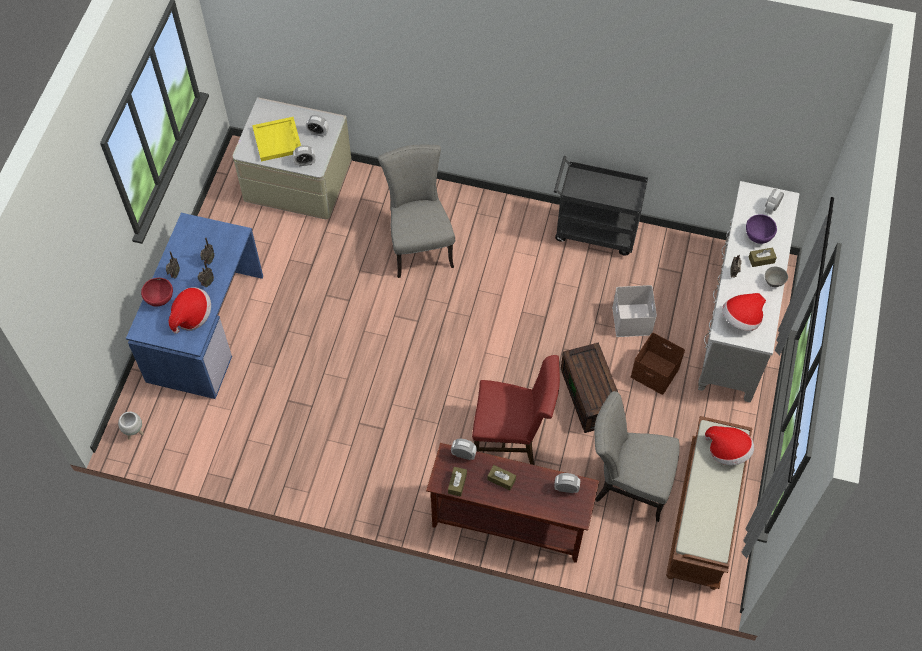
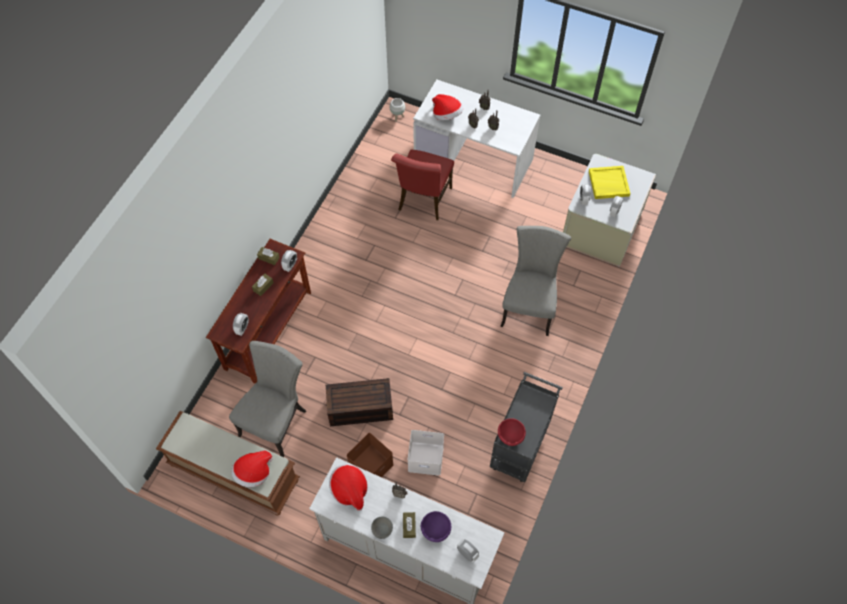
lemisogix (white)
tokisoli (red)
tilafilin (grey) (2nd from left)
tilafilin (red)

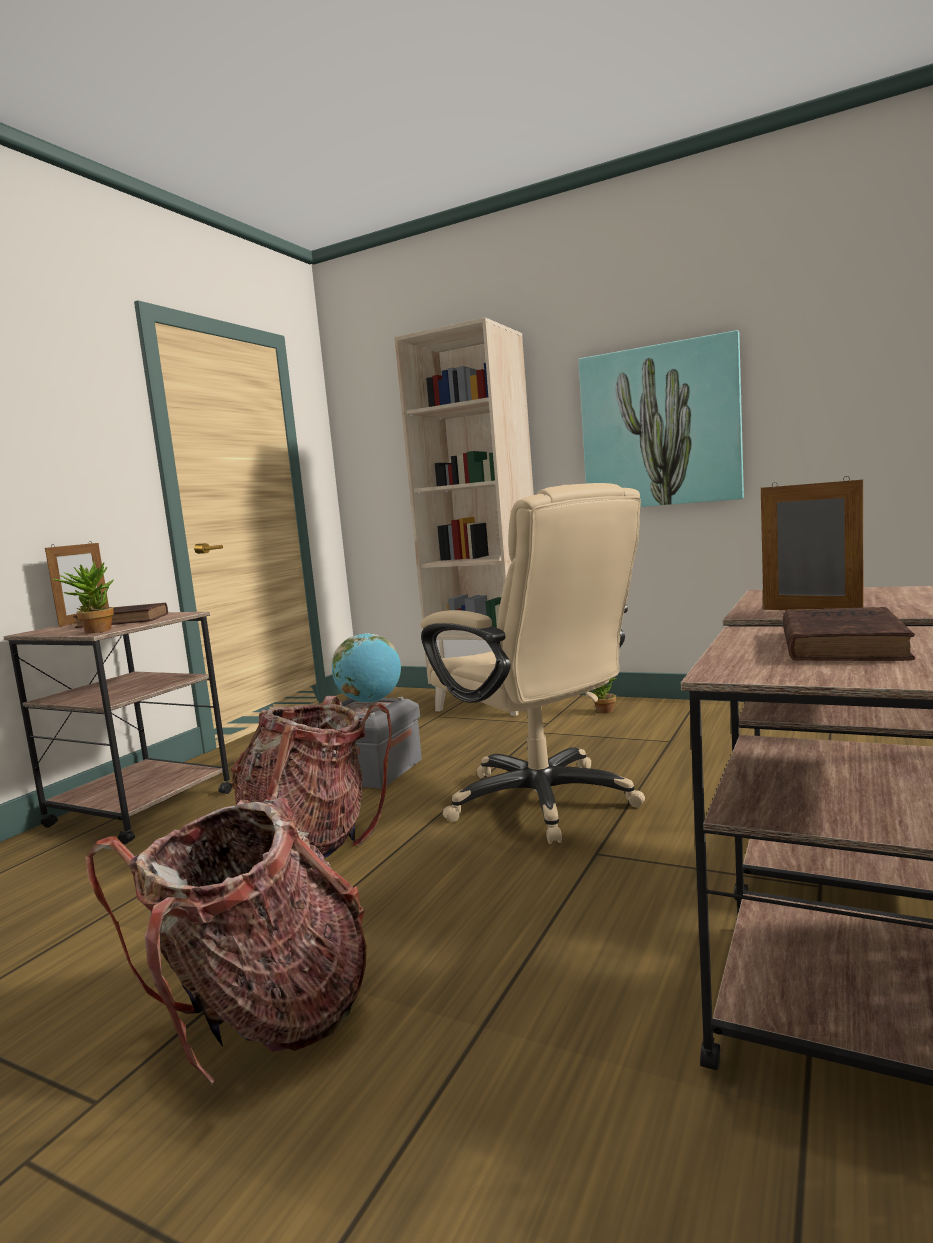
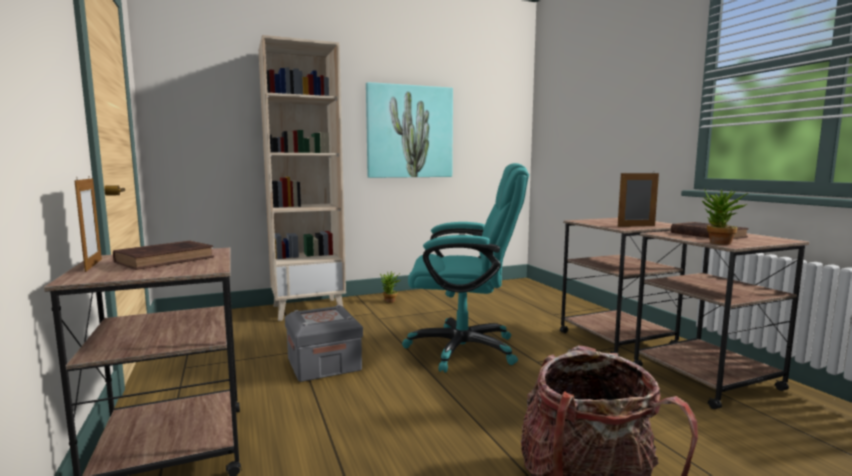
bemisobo (2nd from left)
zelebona (2nd from left in the first image)
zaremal
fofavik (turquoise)

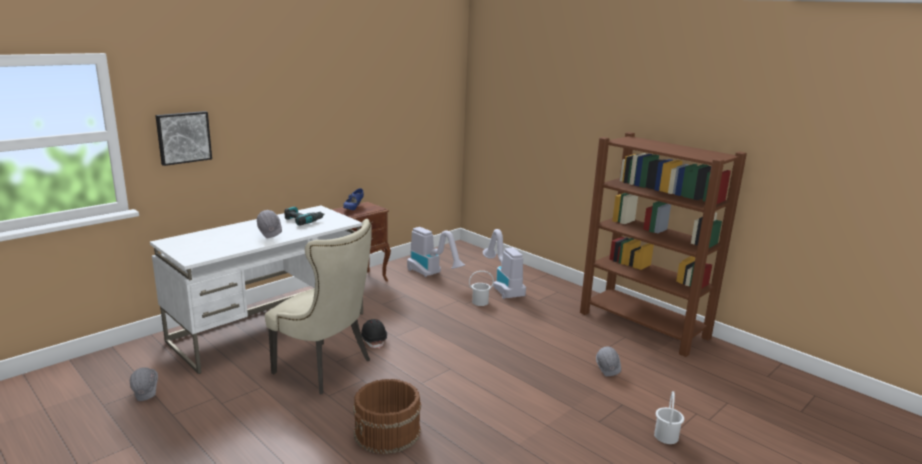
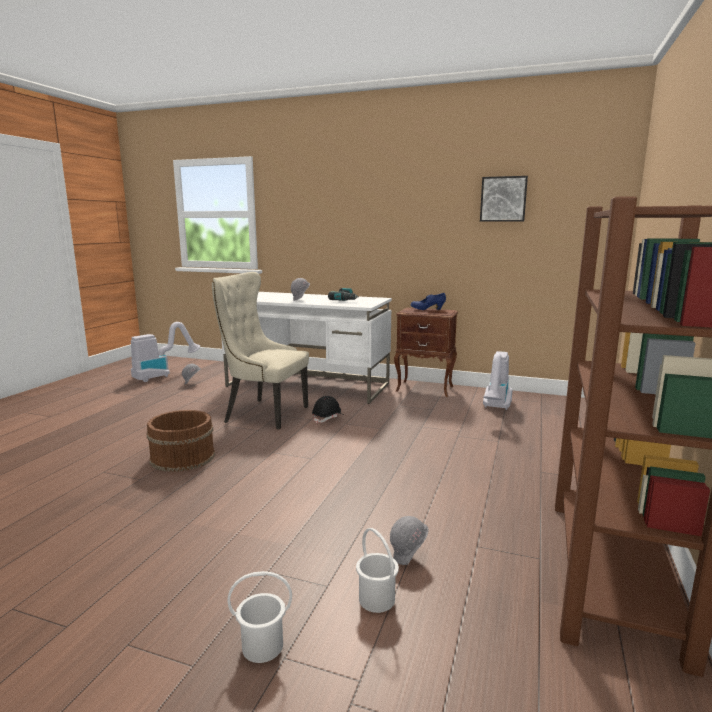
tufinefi
tilafilin (beige)
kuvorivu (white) (2nd from left)
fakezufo (1st from left)

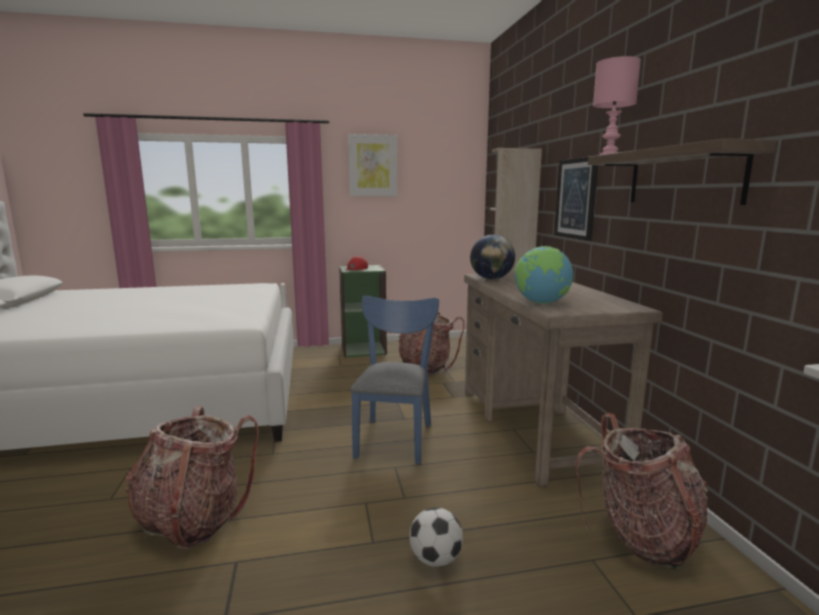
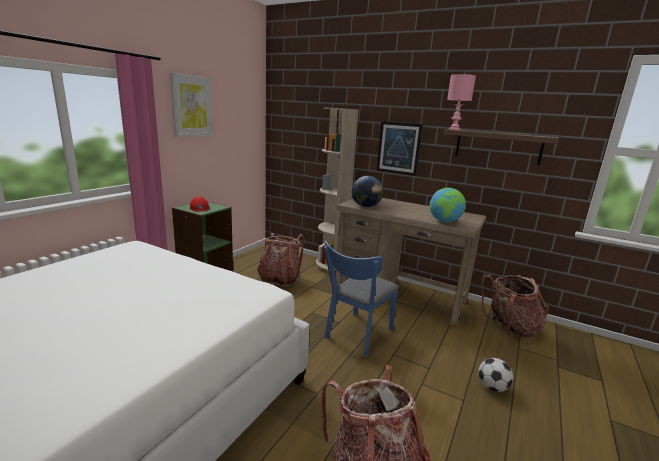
tilafilin (blue)

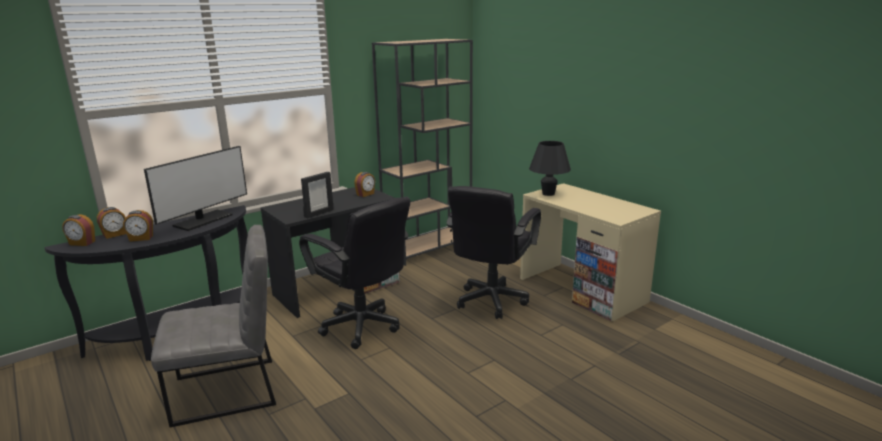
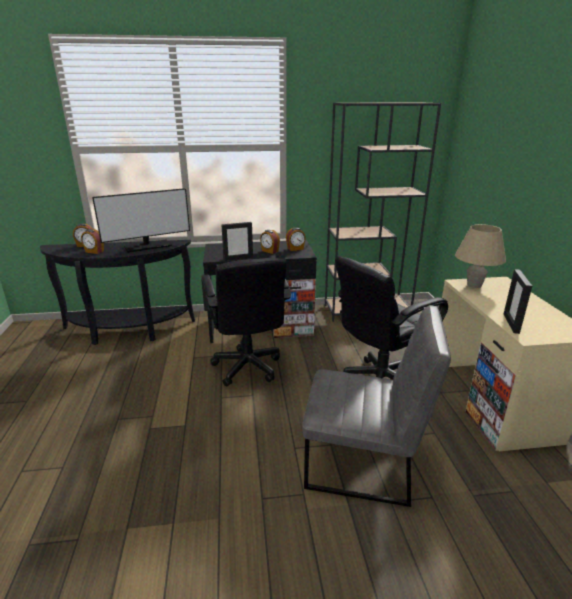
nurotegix (3rd from left)
tilafilin (grey)
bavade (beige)
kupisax (2nd from left)

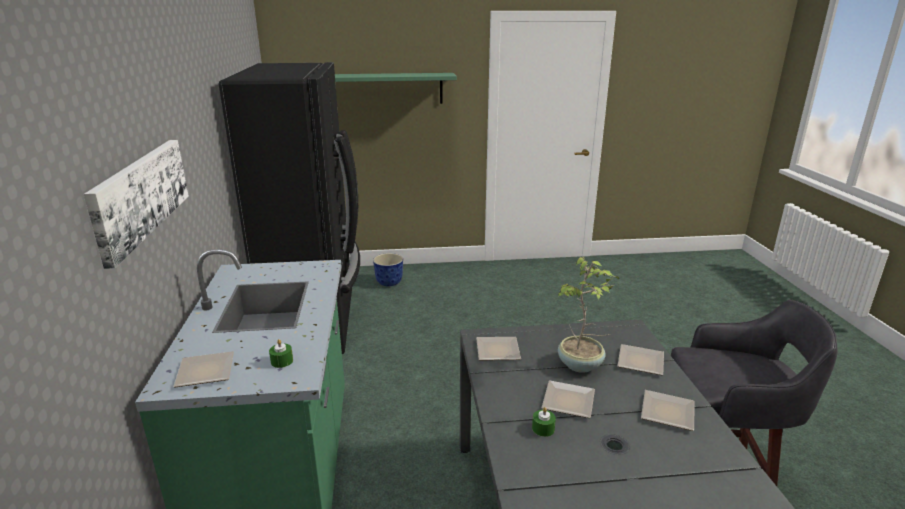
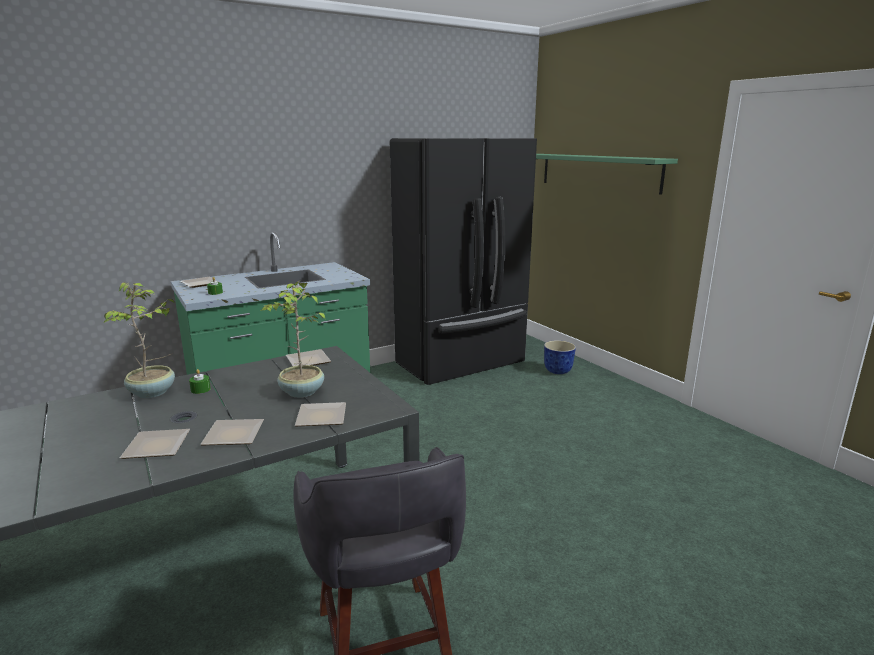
tufinefi
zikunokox (1st from left)
bemisobo (1st from left)

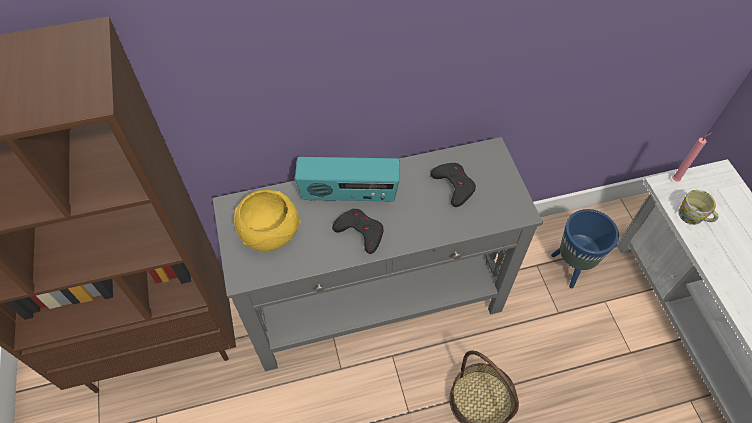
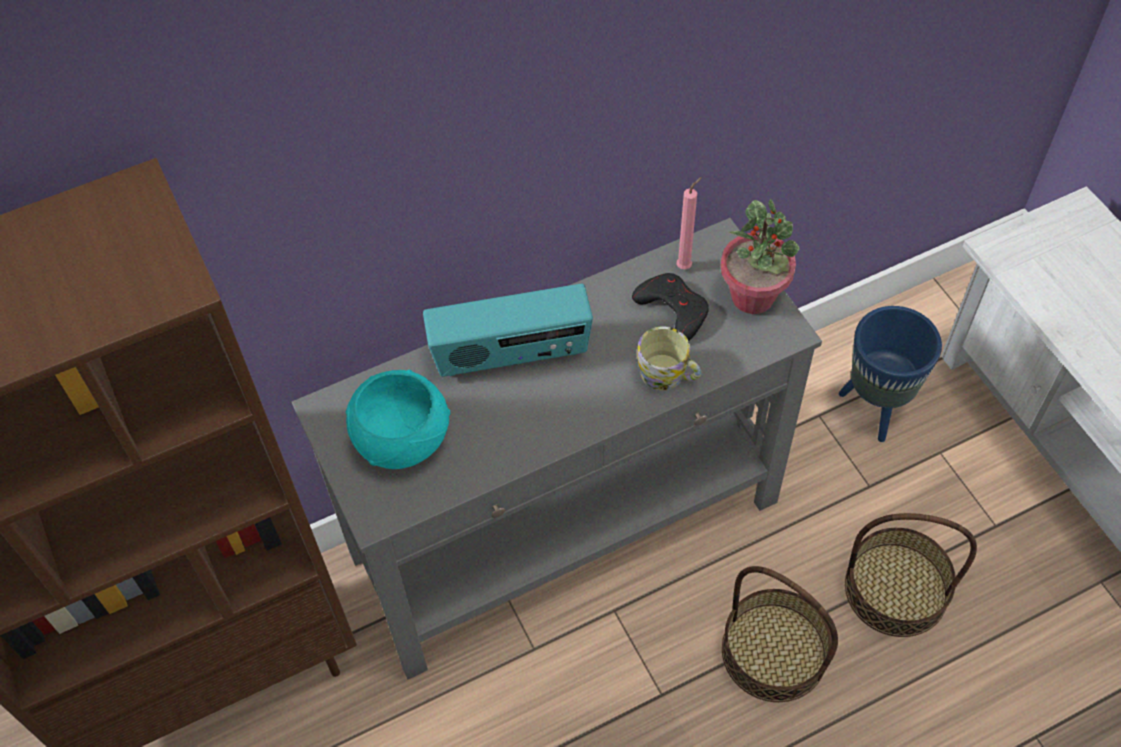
tokisoli (turquoise)
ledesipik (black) (1st from left in the first image)
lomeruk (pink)
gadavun
bemisobo
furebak (2nd from left)

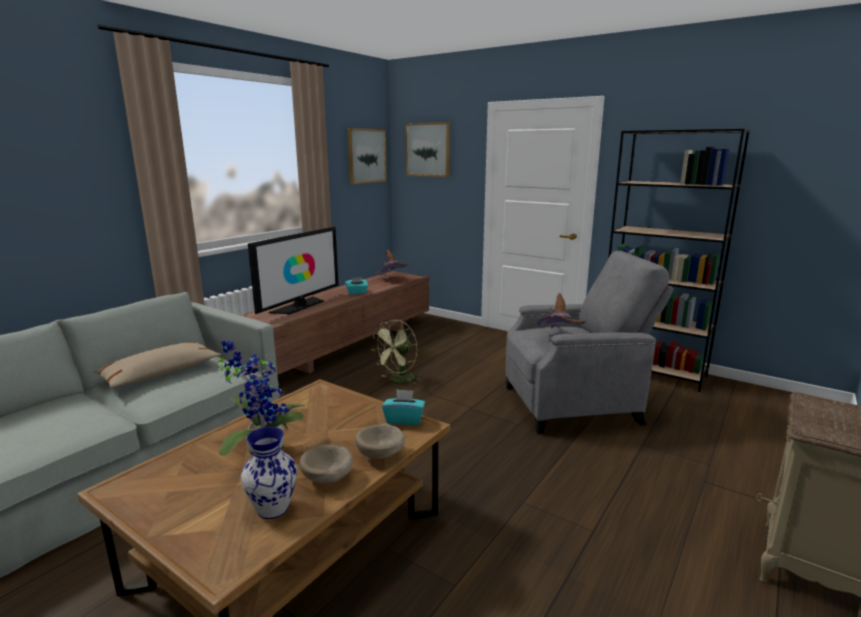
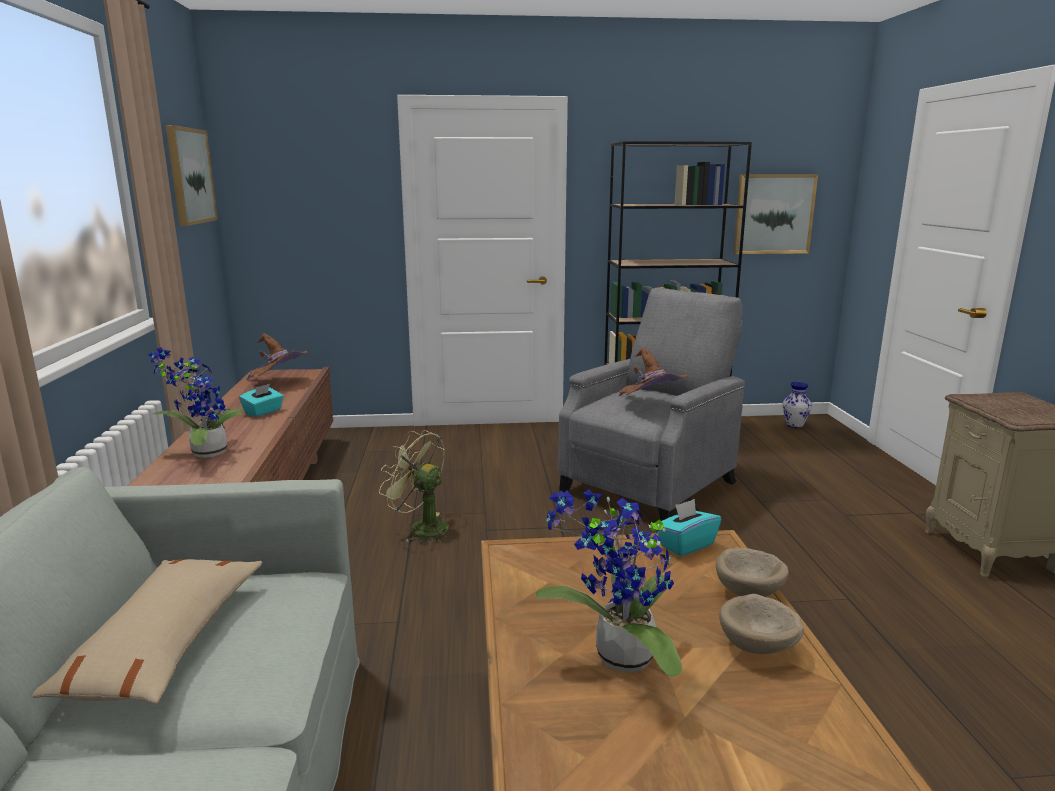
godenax
bemisobo (1st from left)
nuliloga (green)
tufinefi (2nd from left)

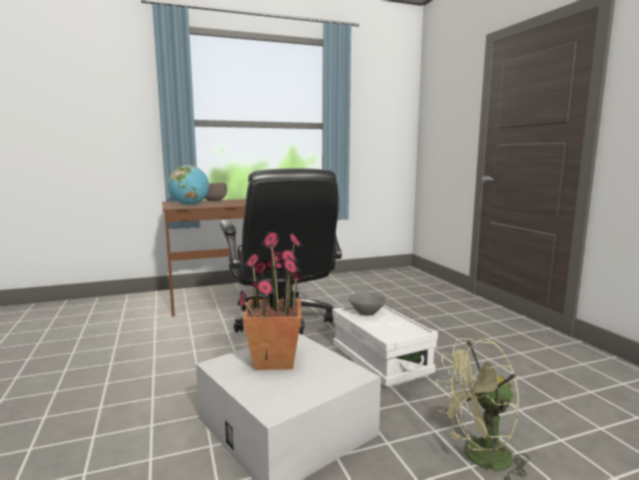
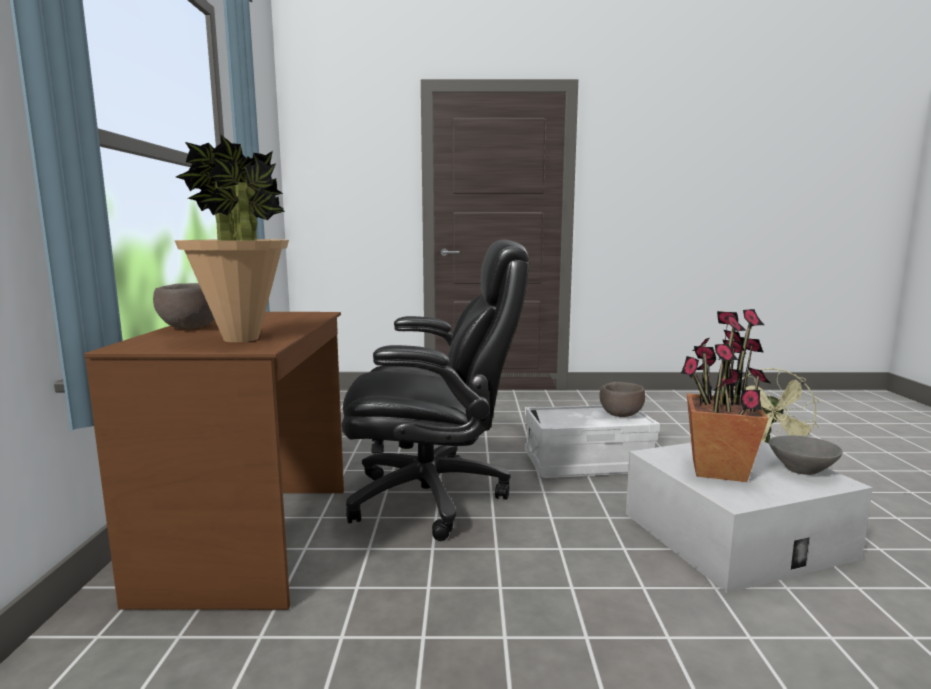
bemisobo (1st from left)
tokisoli (grey)
tokisoli (brown) (2nd from left)

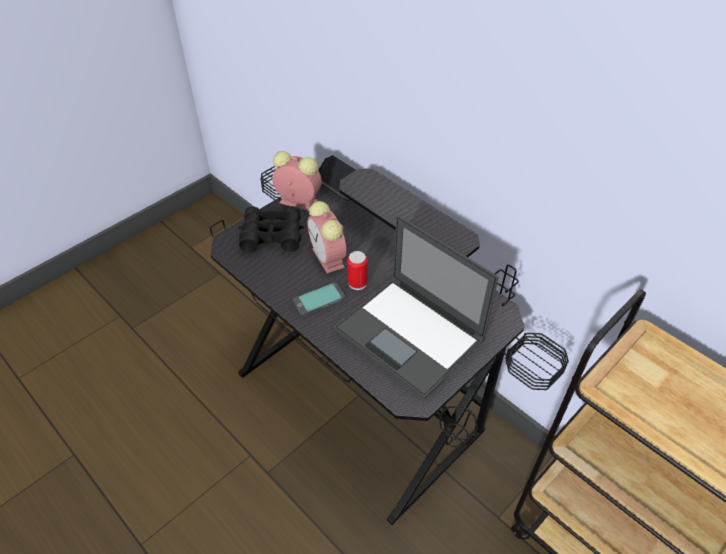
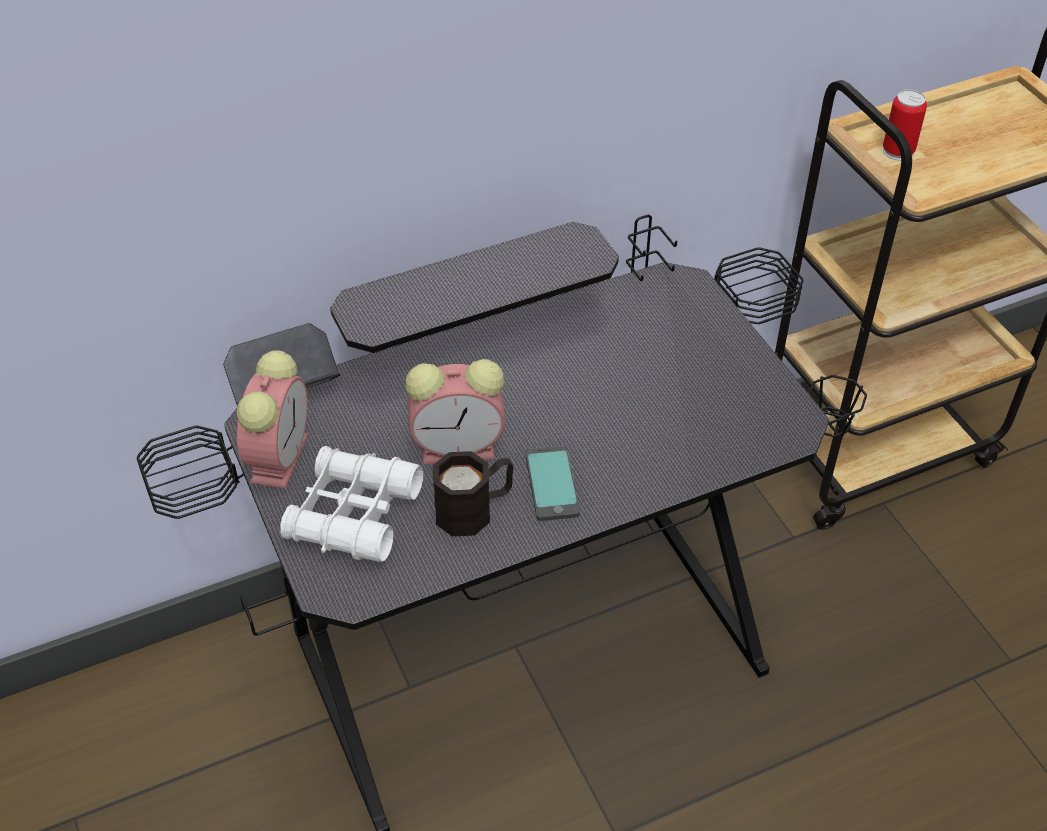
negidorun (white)
nurotegix (1st from left)
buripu
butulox
gadavun (black)

